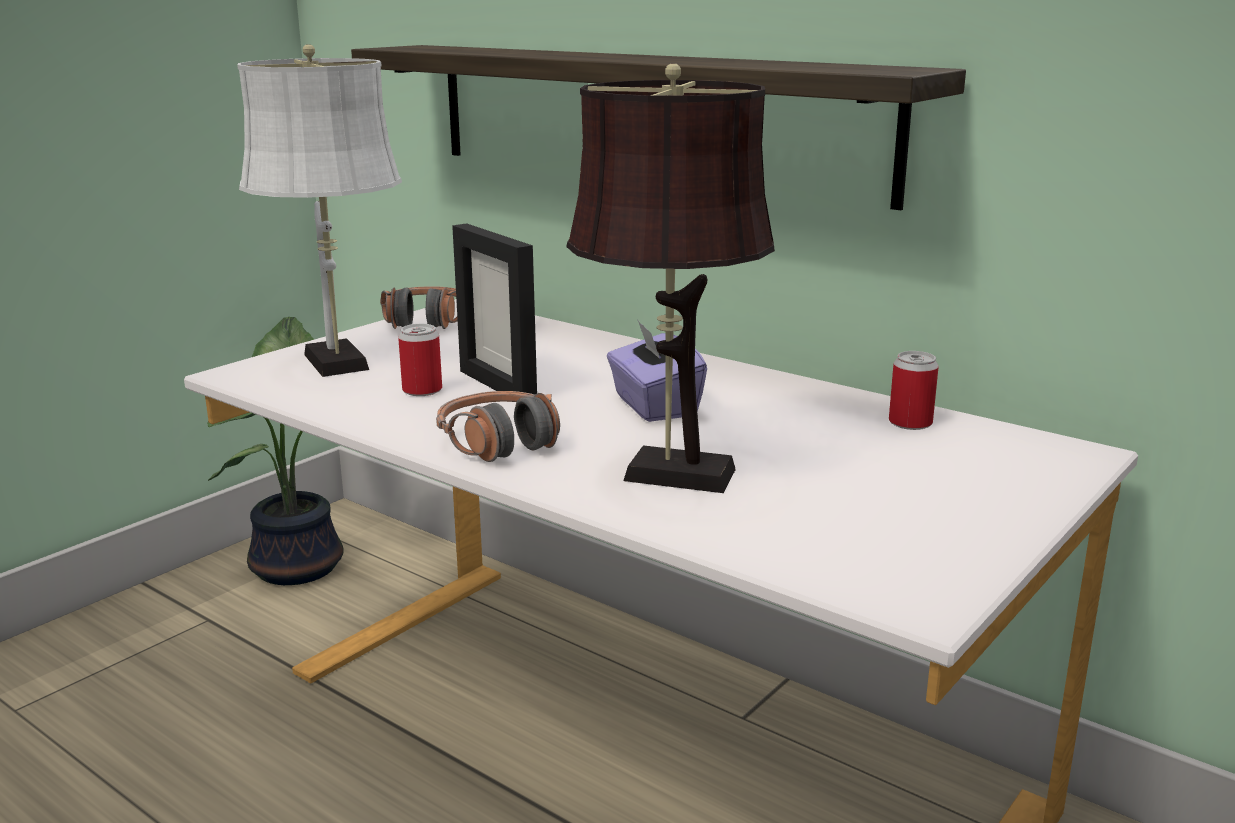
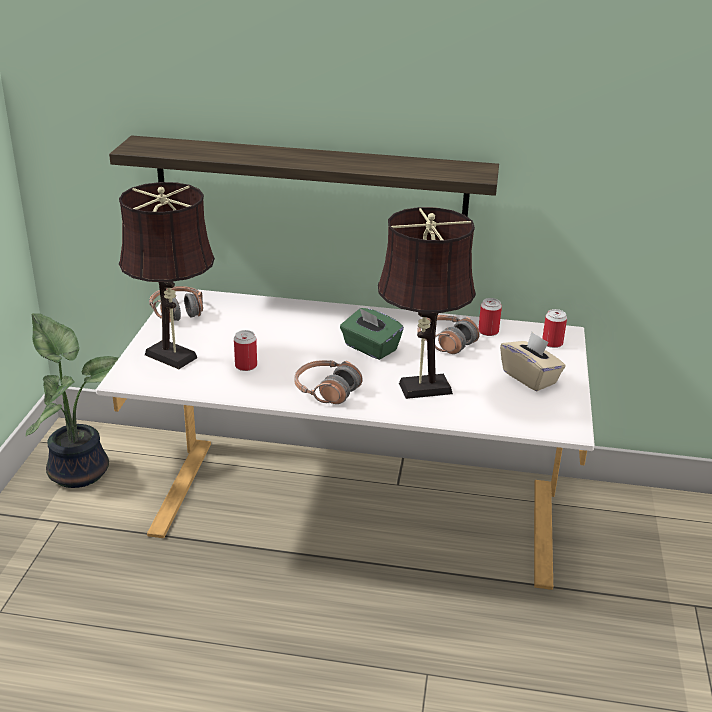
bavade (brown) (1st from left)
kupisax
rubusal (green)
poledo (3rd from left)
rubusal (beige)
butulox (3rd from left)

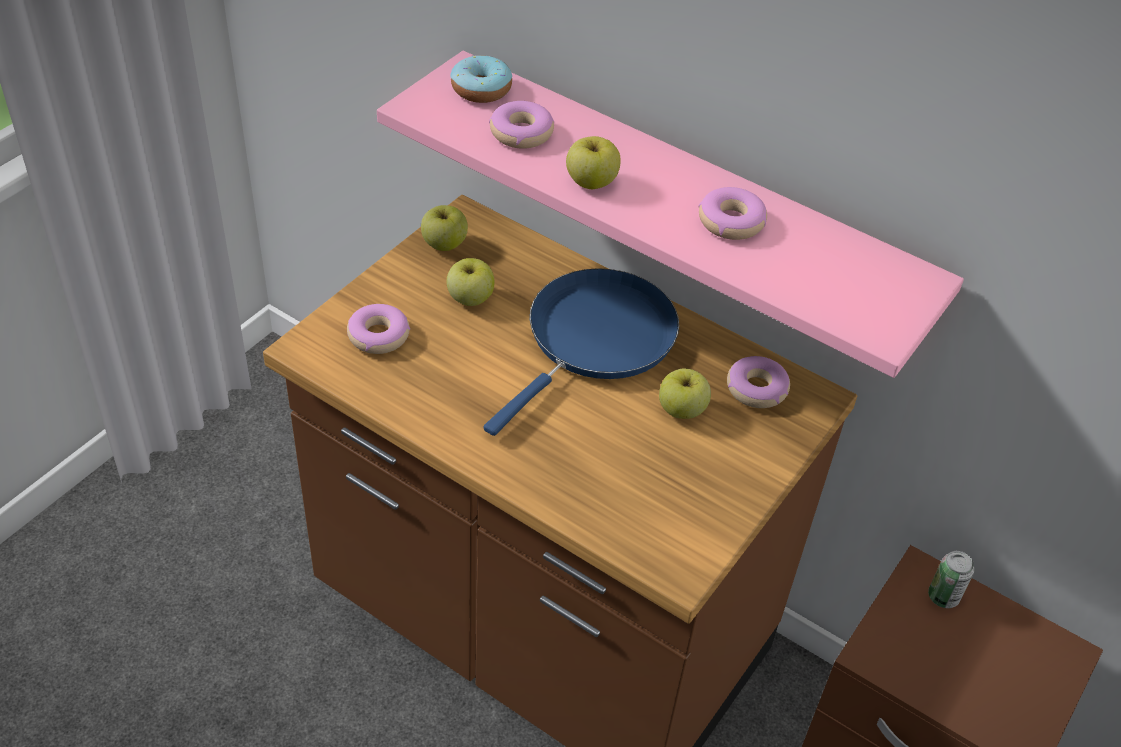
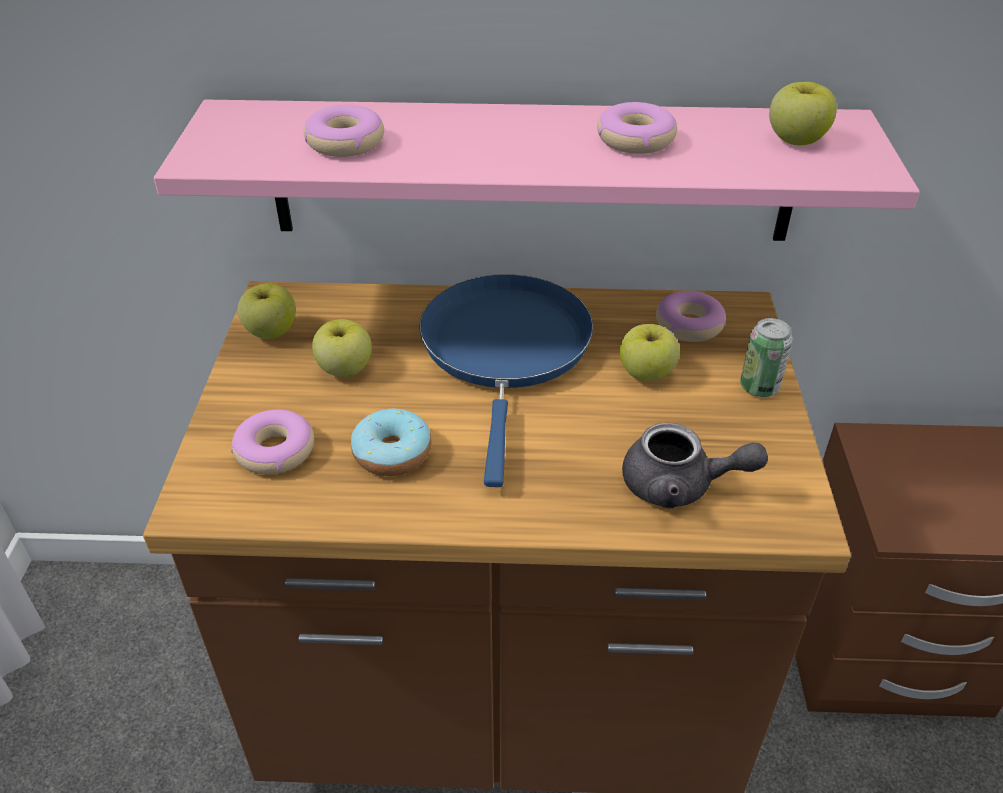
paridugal (3rd from left)
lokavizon (4th from left)
butulox
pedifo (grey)

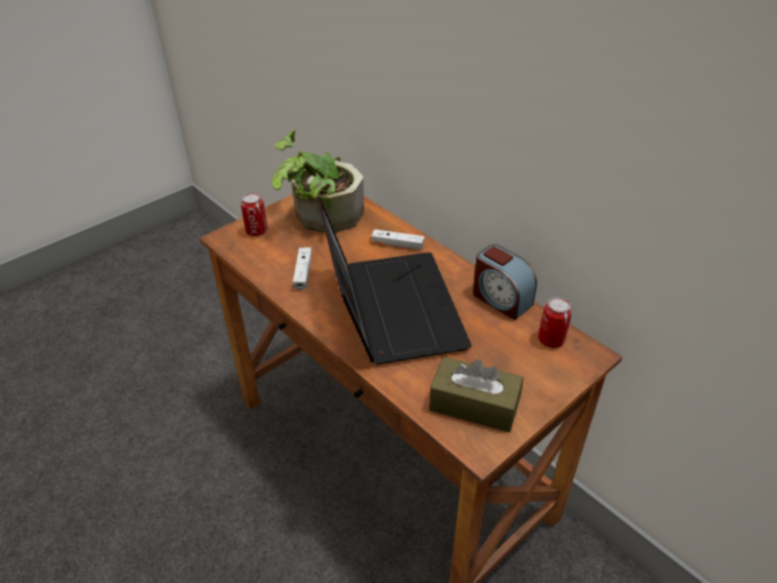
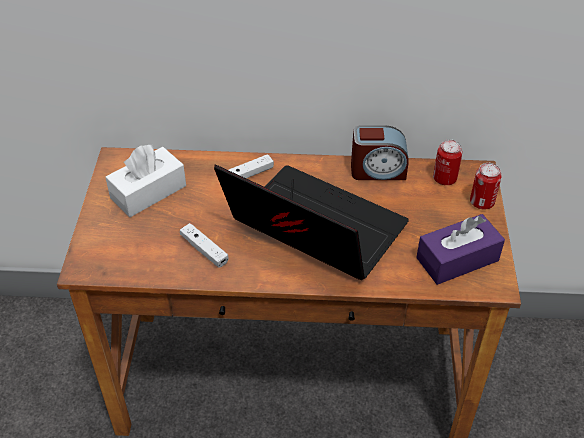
butulox (2nd from left)
rubusal (white)
rubusal (purple)

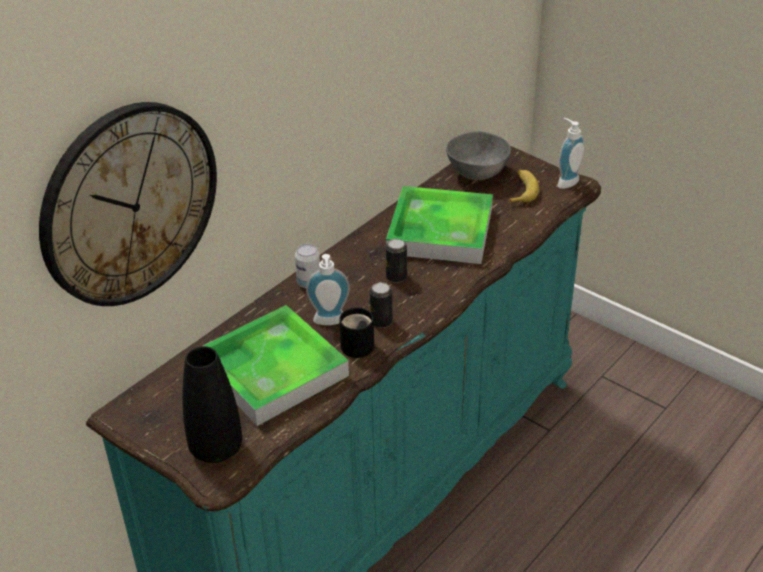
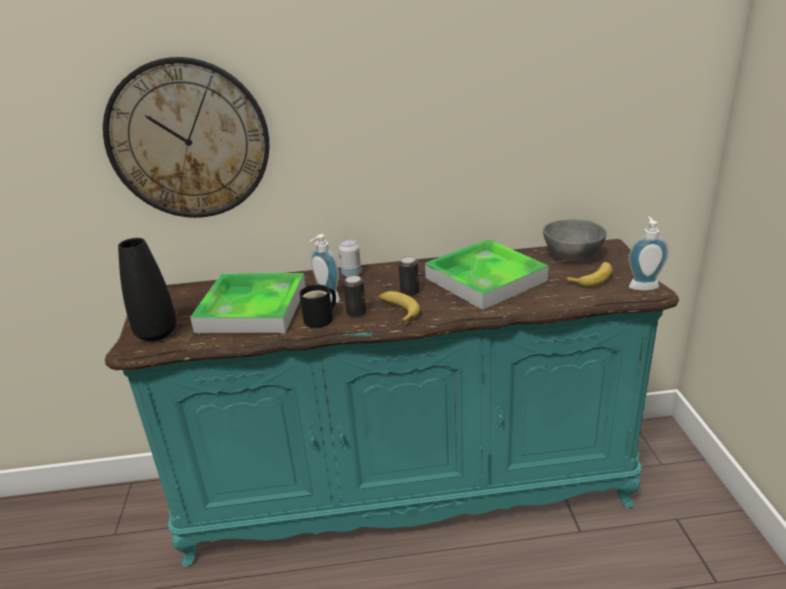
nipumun (1st from left)

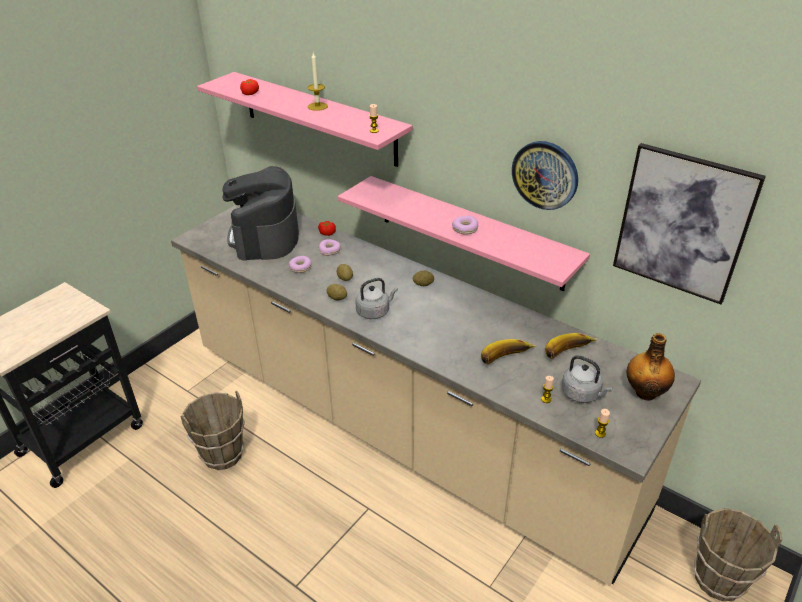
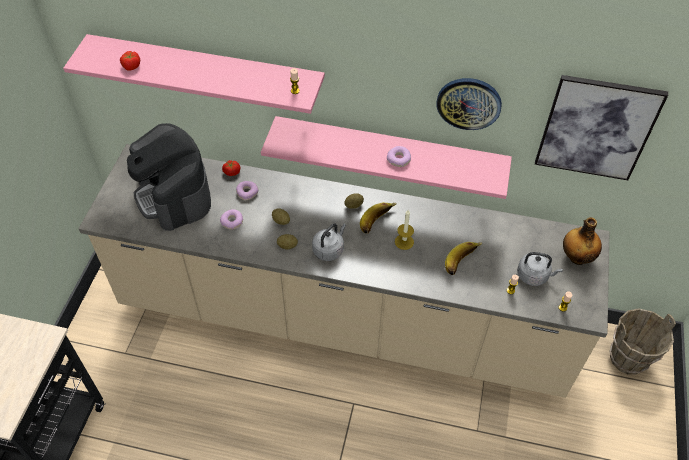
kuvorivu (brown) (1st from left in the first image)
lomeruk (2nd from left)
nipumun (1st from left)

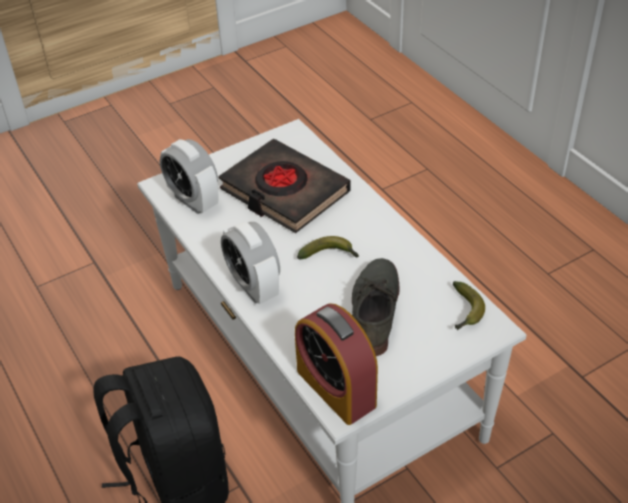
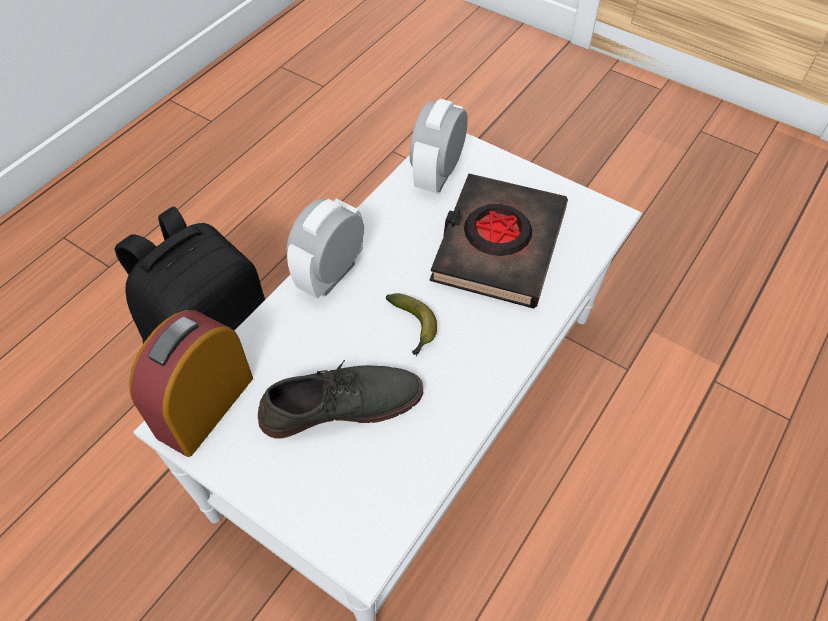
nipumun (2nd from left in the first image)

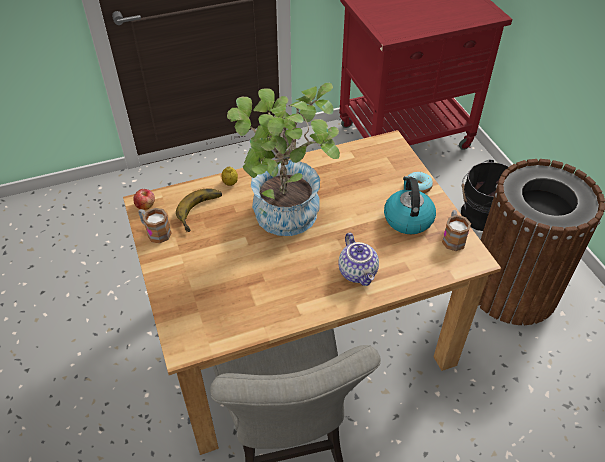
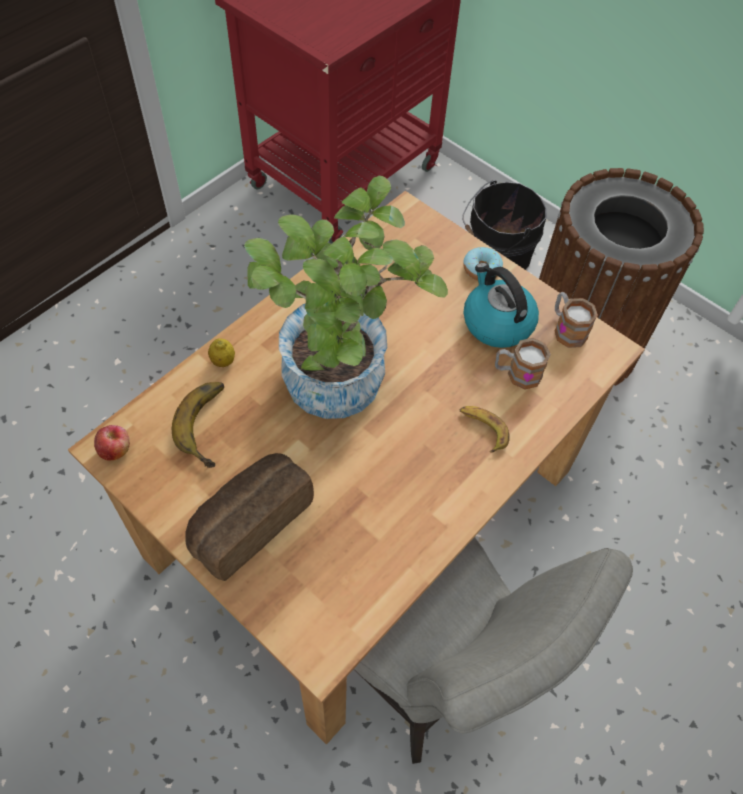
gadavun (1st from left)
nipumun (2nd from left)
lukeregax

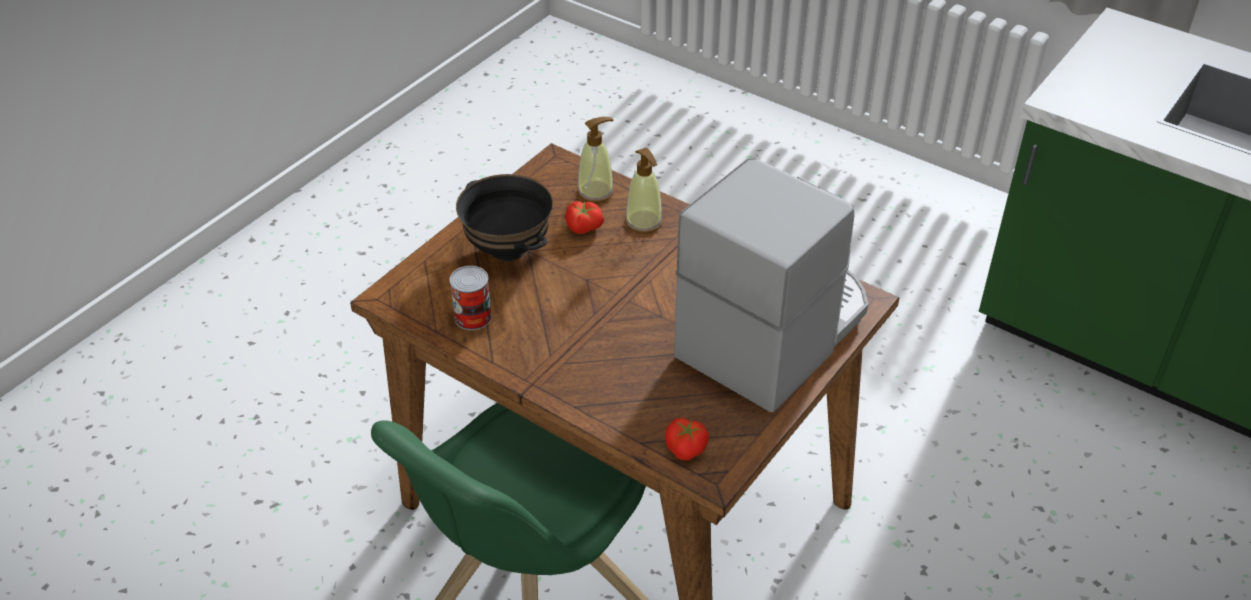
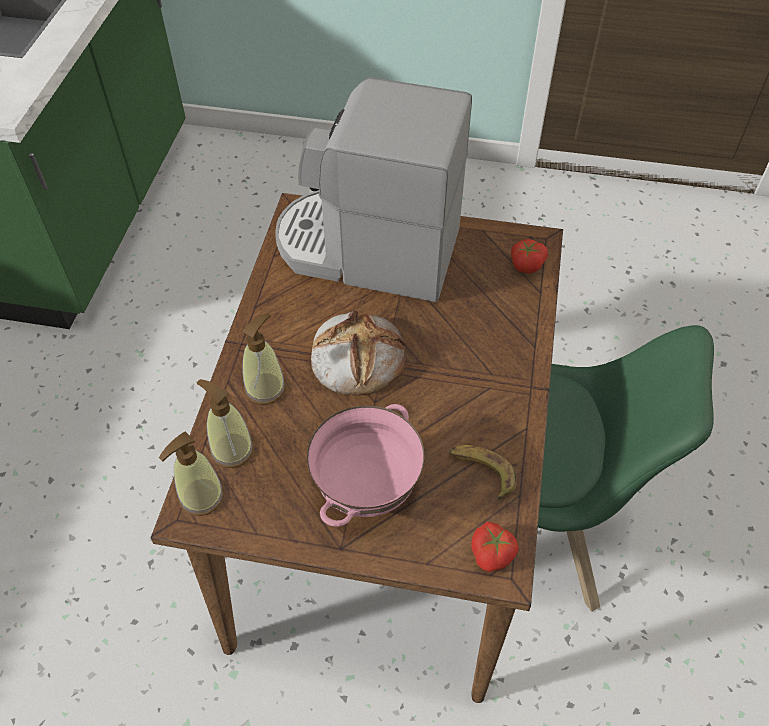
nipumun
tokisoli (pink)
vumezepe (1st from left)
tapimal (1st from left)
lukeregax

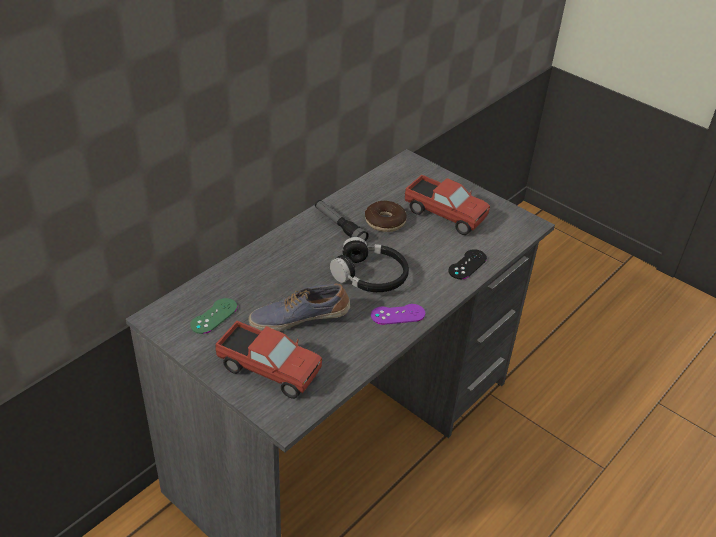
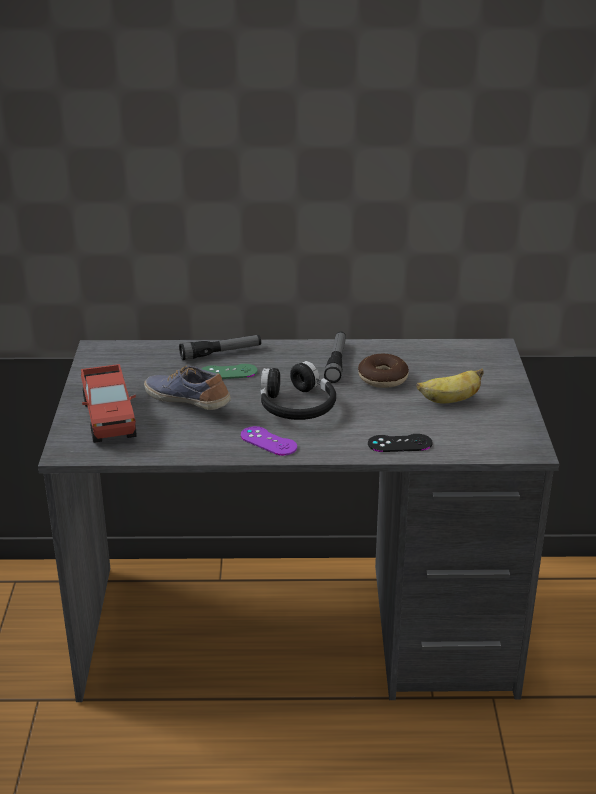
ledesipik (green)
nipumun
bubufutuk (1st from left)

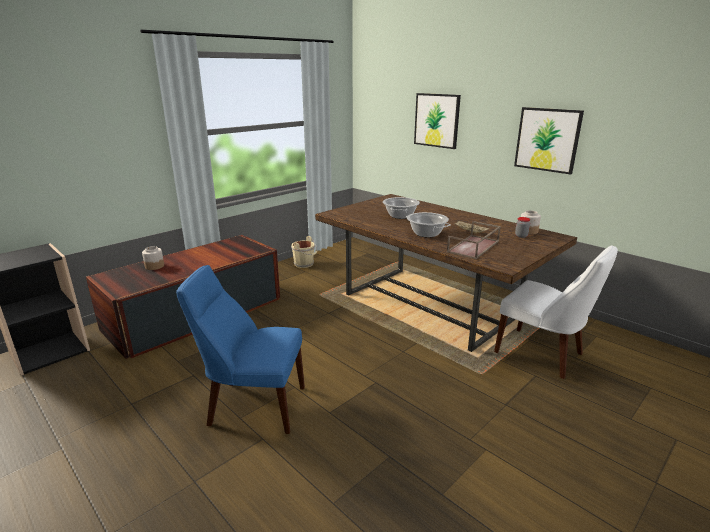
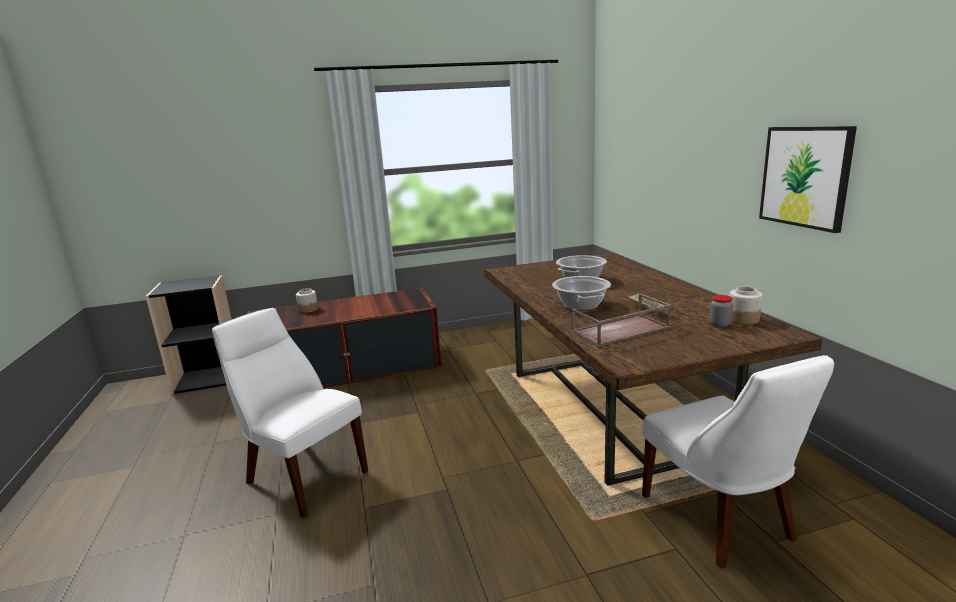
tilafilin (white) (1st from left)
kuvorivu (beige)
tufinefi (1st from left in the first image)

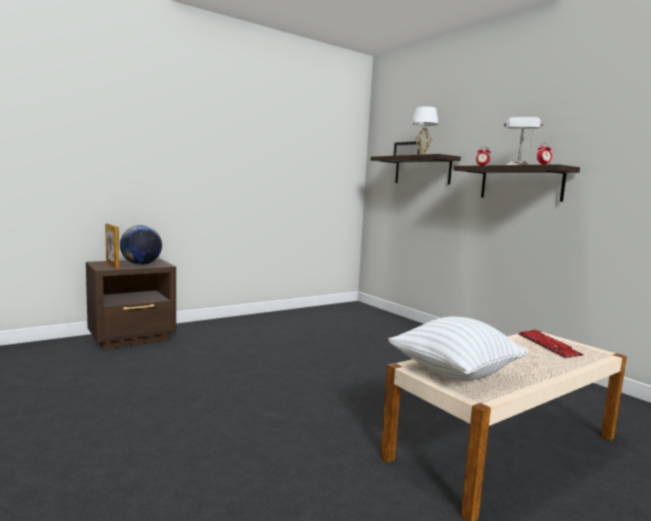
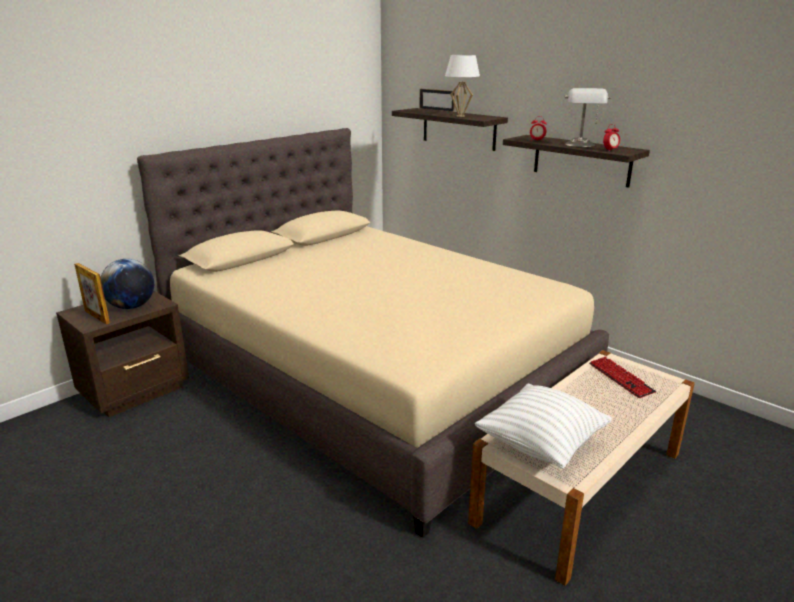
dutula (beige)

